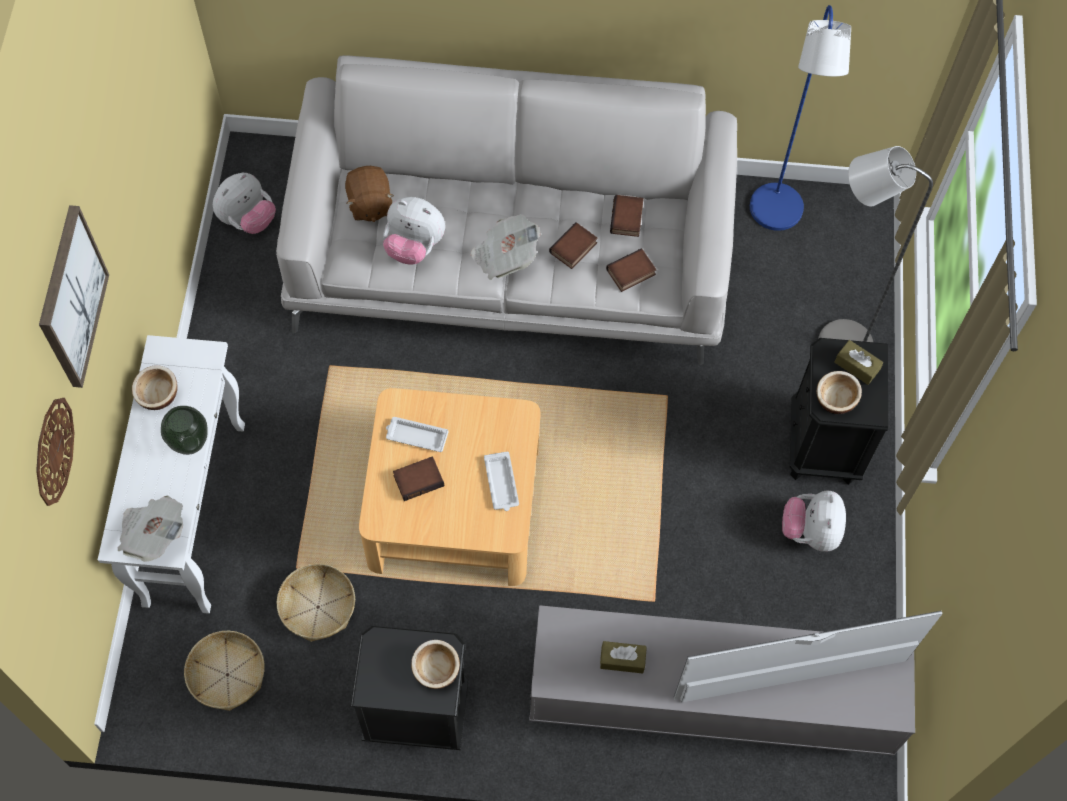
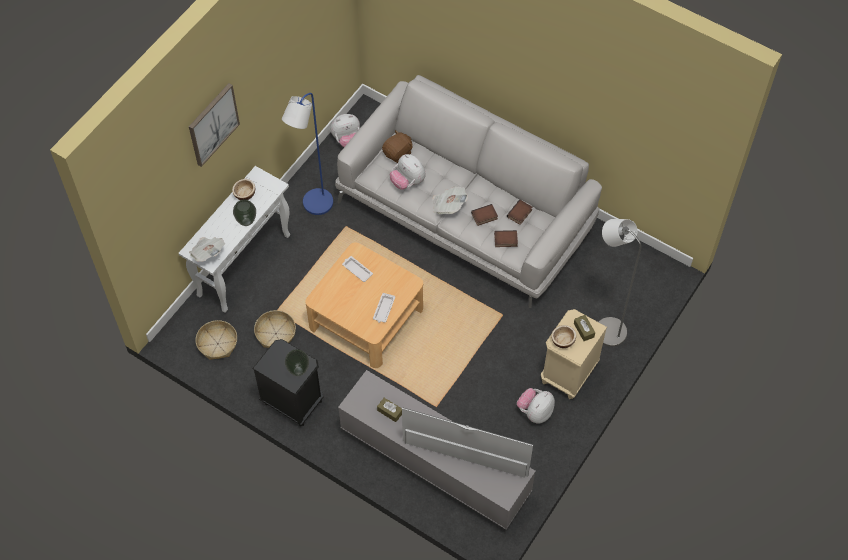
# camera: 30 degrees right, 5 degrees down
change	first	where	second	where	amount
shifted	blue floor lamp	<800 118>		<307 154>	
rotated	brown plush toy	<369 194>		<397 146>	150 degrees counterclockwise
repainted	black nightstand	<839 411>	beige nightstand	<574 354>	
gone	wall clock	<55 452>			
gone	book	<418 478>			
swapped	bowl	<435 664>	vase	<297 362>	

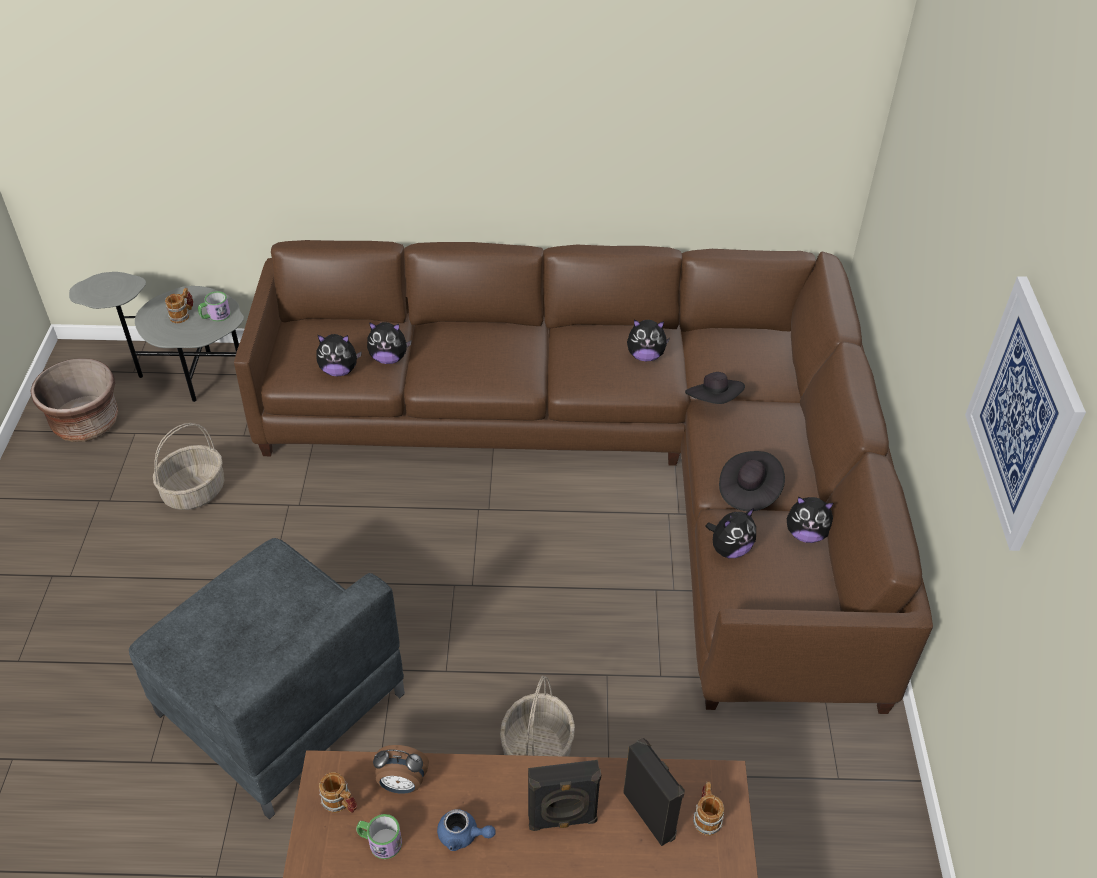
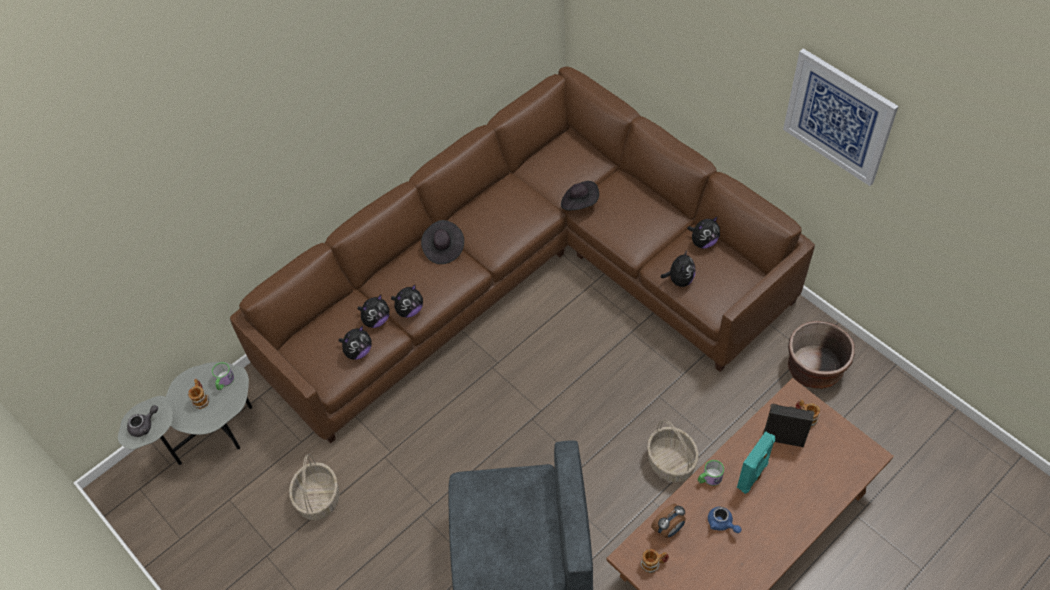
# camera: 40 degrees left, 10 degrees up
change	first	where	second	where	amount
shifted	plush toy	<648 340>		<407 301>	
shifted	brown planter	<74 400>		<821 355>	
shifted	black hat	<752 481>		<442 242>	
repainted	black speaker	<564 795>	turquoise speaker	<756 462>	
rotated	blue teapot	<466 830>		<725 520>	75 degrees clockwise
shifted	mug	<379 836>		<711 473>	
new			grey teapot	<142 421>	

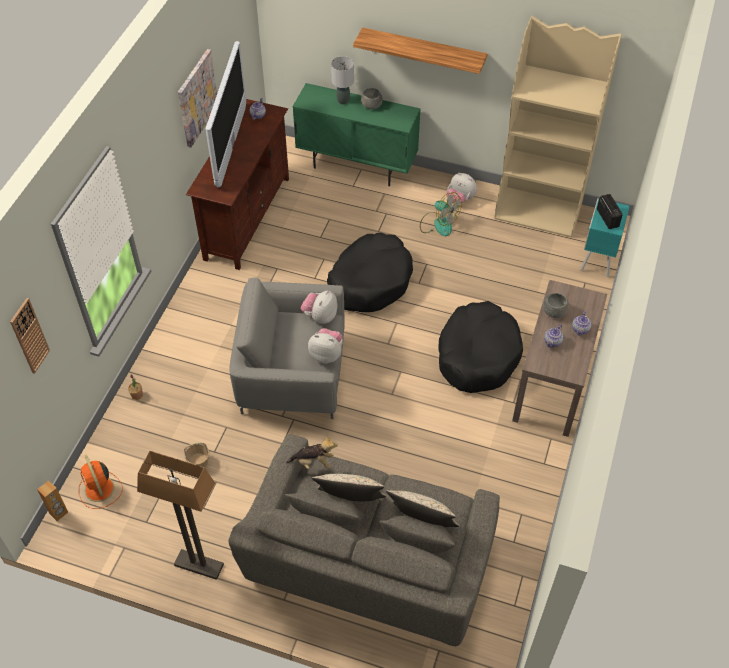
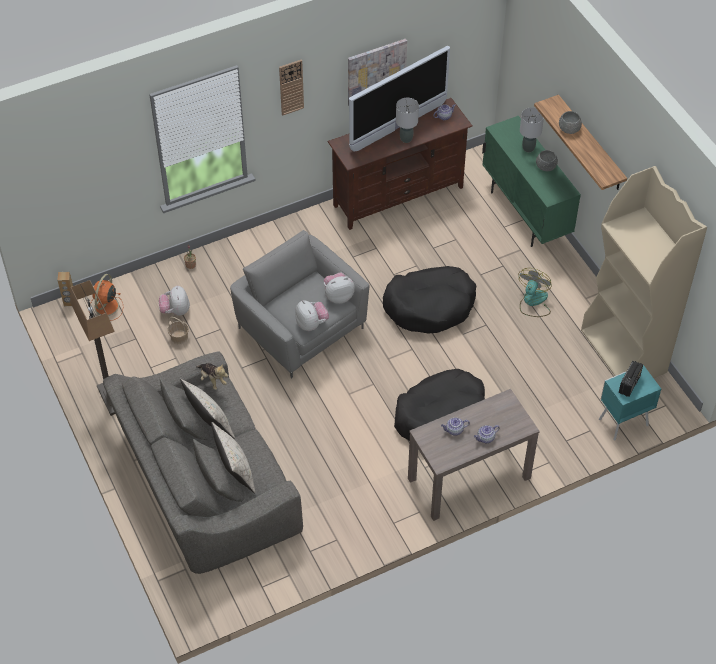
# camera: 45 degrees right, 0 degrees up
change	first	where	second	where	amount
shifted	plush toy	<461 188>		<174 301>	
rotated	fan	<441 214>		<535 292>	150 degrees counterclockwise
shifted	grey bowl	<556 305>		<570 122>	
shifted	wall clock	<30 336>		<291 88>	
new			grey table lamp	<407 120>	

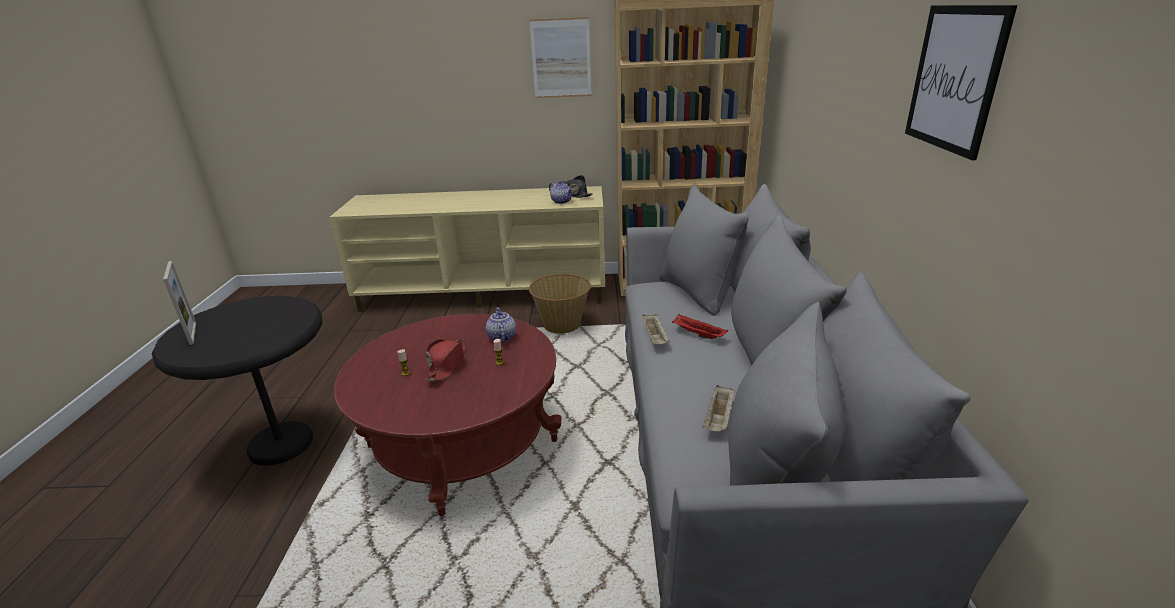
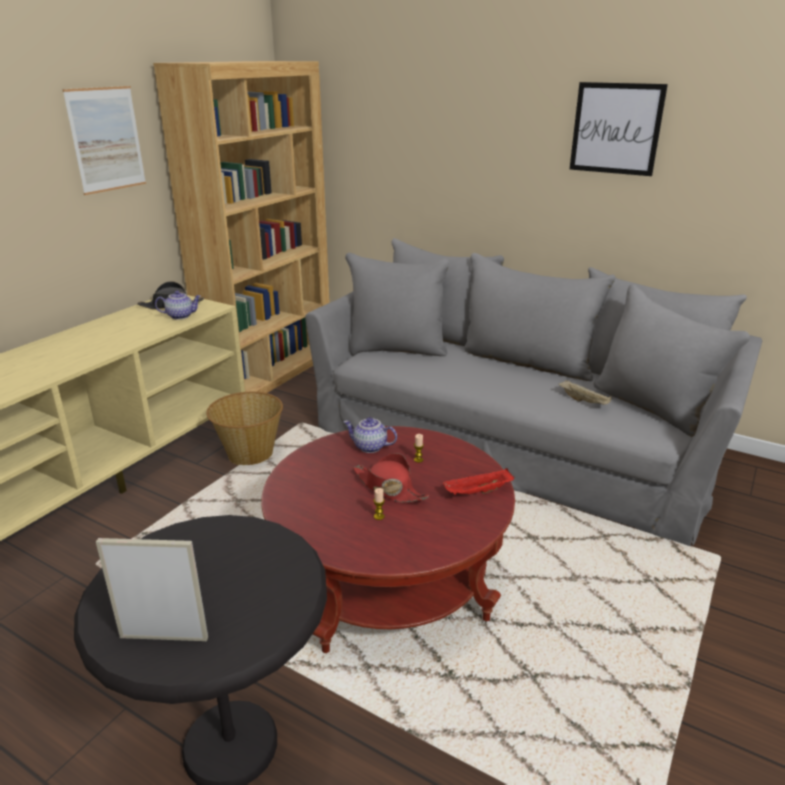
# camera: 60 degrees left, 0 degrees up
change	first	where	second	where	amount
gone	beige tray	<656 329>			
shifted	red tray	<700 326>		<478 481>	

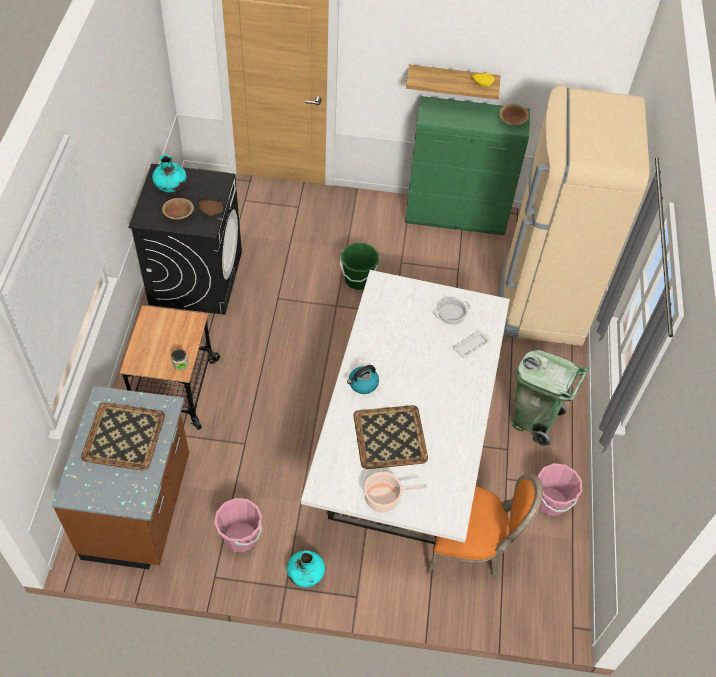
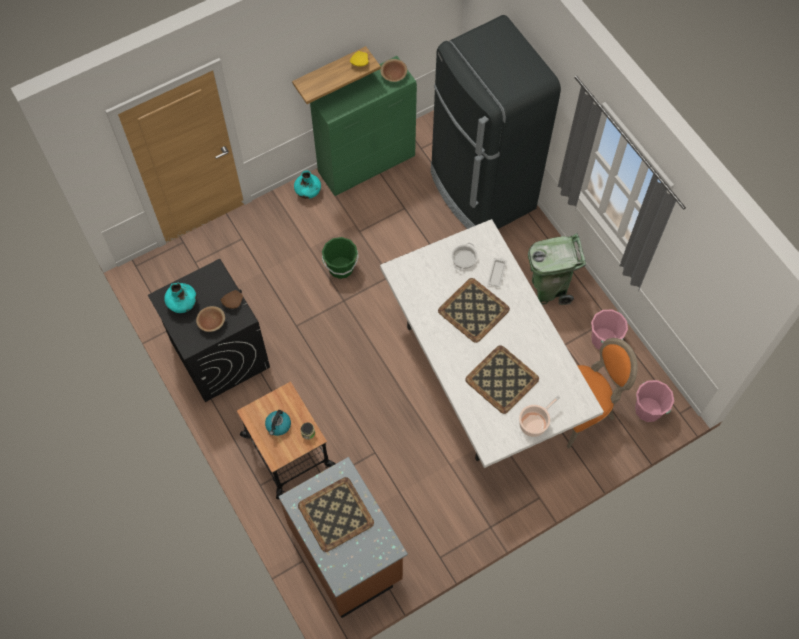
# camera: 35 degrees left, 10 degrees up
change	first	where	second	where	amount
repainted	beige fridge	<574 216>	black fridge	<496 122>	
shifted	kettle	<363 379>		<278 423>	
shifted	pink bucket	<238 525>		<654 401>	
shifted	turquoise vase	<306 568>		<307 184>	
new			tray	<474 310>	

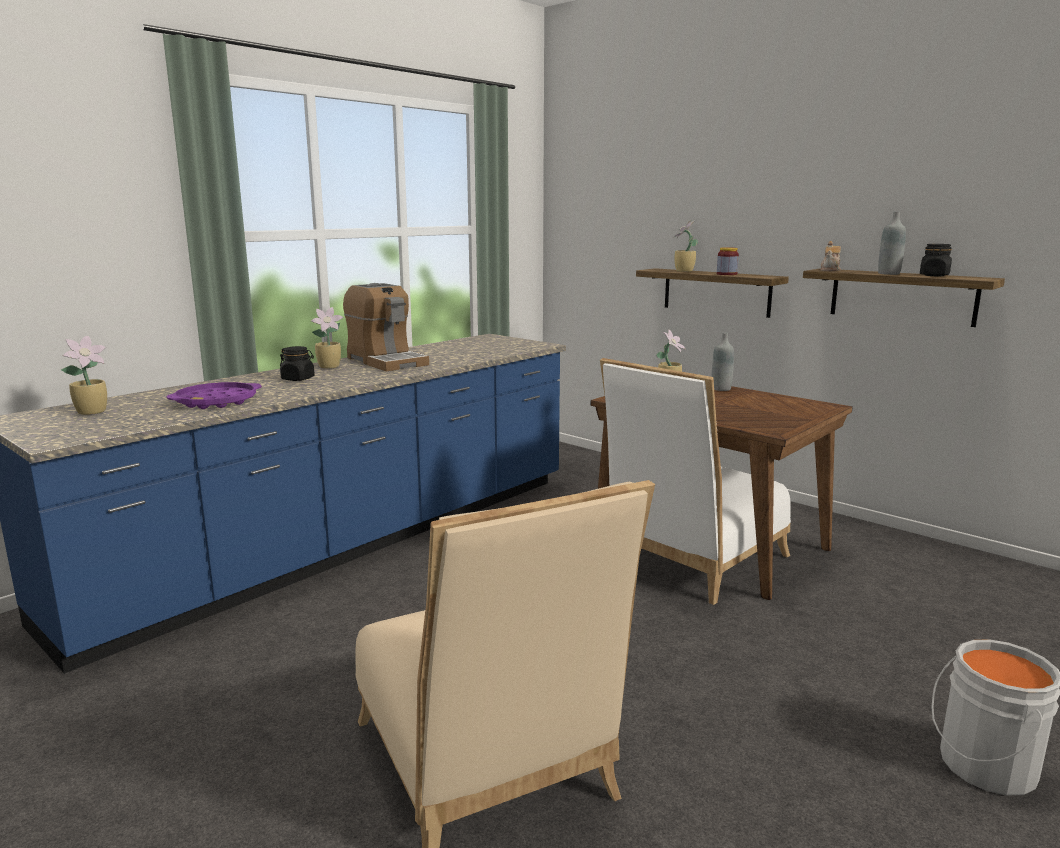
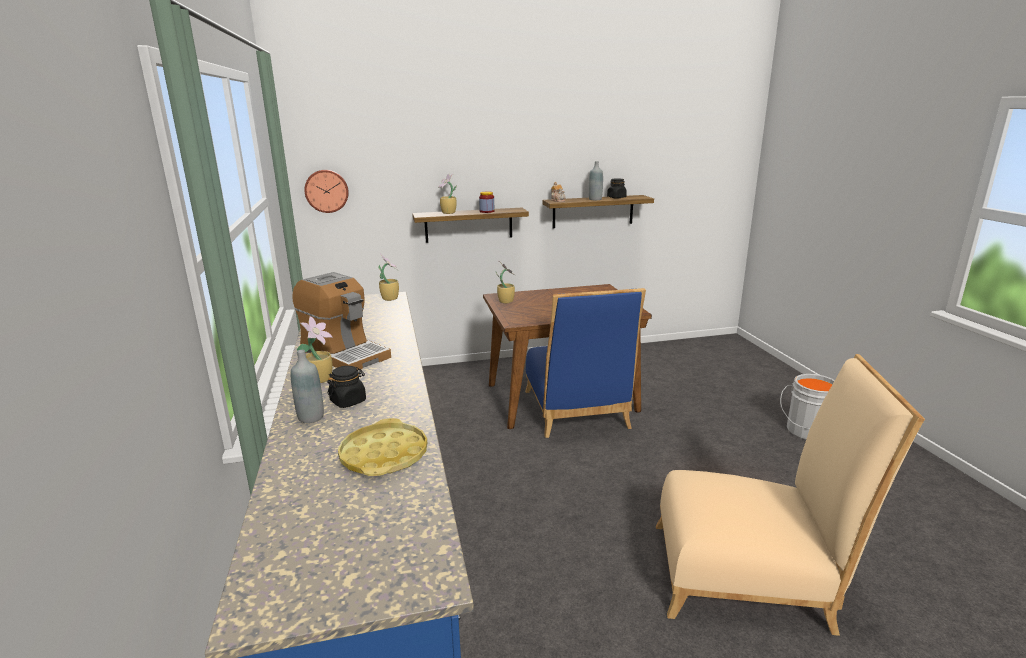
# camera: 55 degrees left, 5 degrees up
change	first	where	second	where	amount
rotated	coffee machine	<386 327>		<341 321>	45 degrees clockwise
shifted	grey bottle	<723 362>		<307 386>	
shifted	potted plant	<84 375>		<388 277>	
repainted	white chair	<695 481>	blue chair	<585 363>	
repainted	purple tray	<214 395>	yellow tray	<382 447>	
new			wall clock	<326 191>	

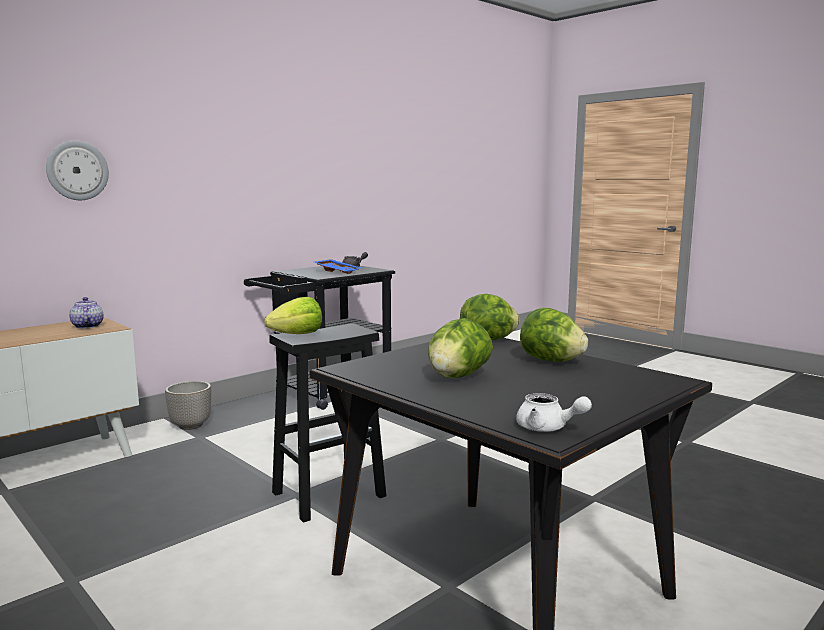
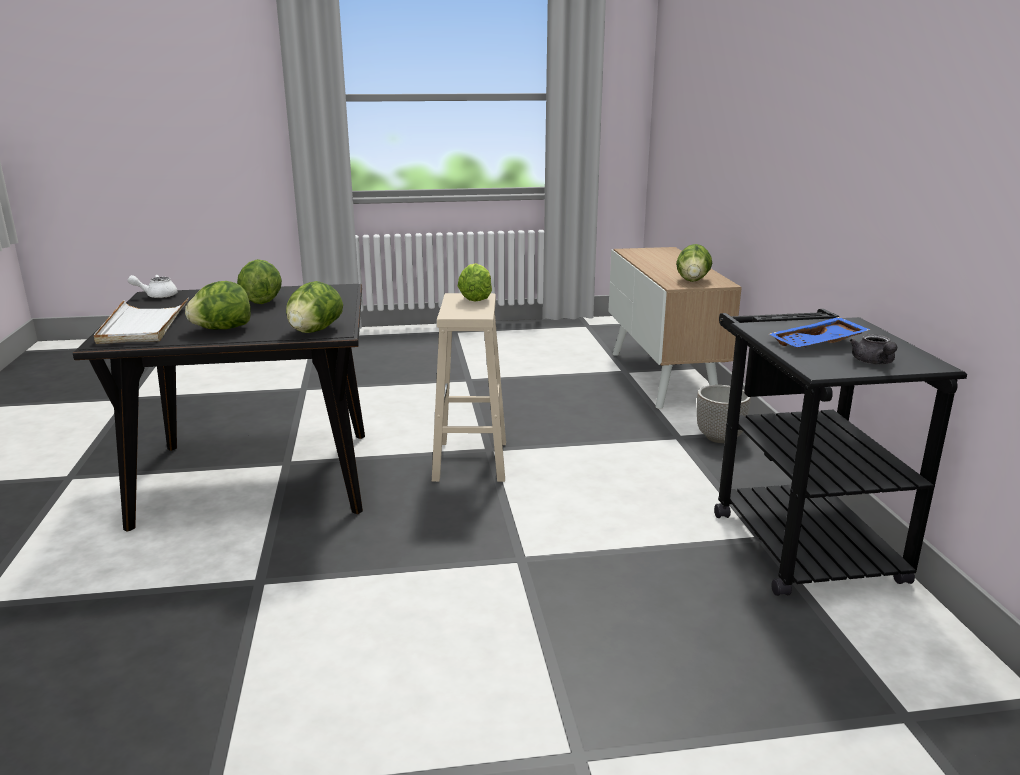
# camera: 125 degrees right, 10 degrees up
change	first	where	second	where	amount
gone	wall clock	<77 170>			
swapped	teapot	<86 313>	lettuce	<694 263>	
repainted	black stool	<327 423>	beige stool	<469 387>	
new			white tray	<141 321>	

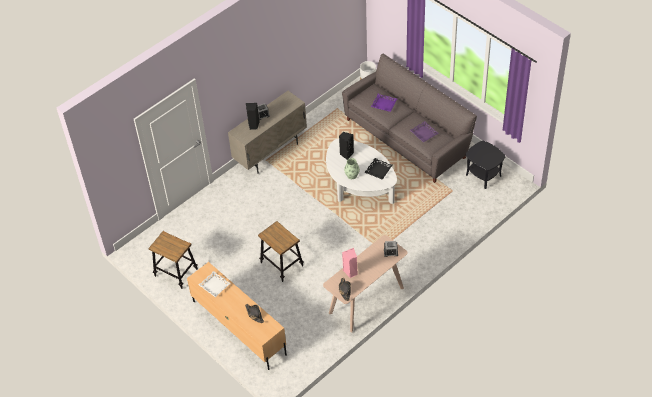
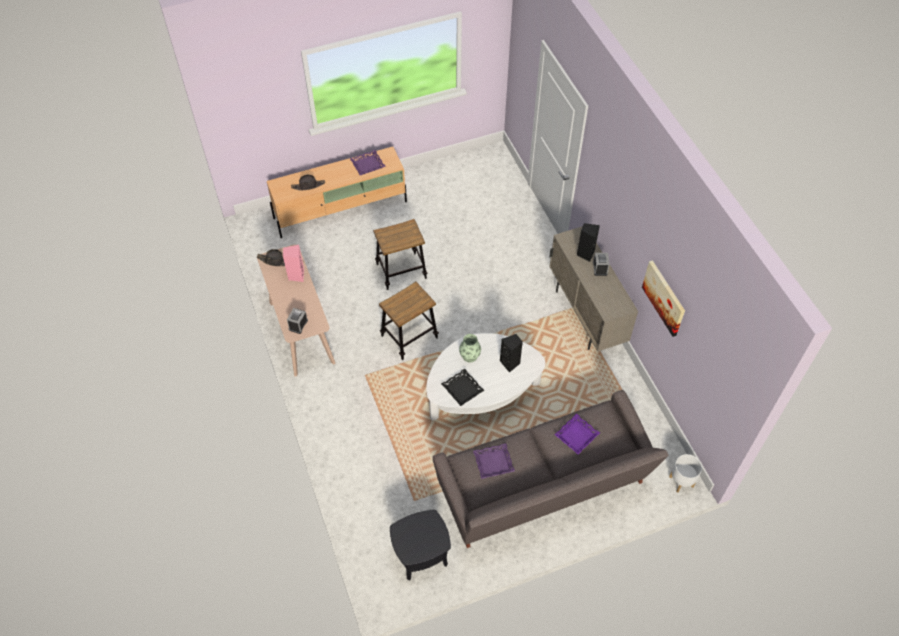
# camera: 110 degrees right, 5 degrees up
change	first	where	second	where	amount
shifted	stool	<173 260>		<409 321>	
repainted	white tray	<214 284>	purple tray	<368 162>	
new			picture	<663 298>	

